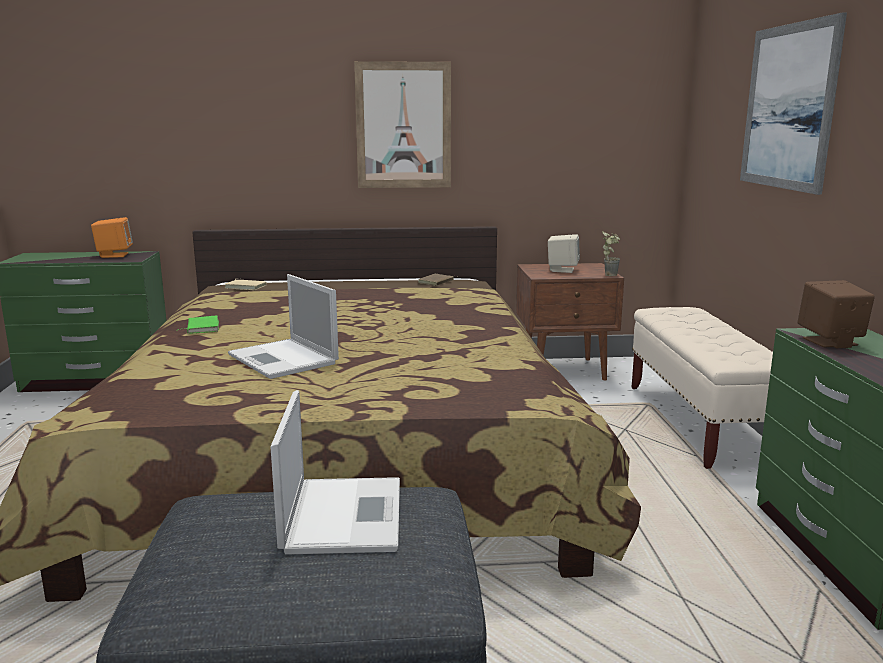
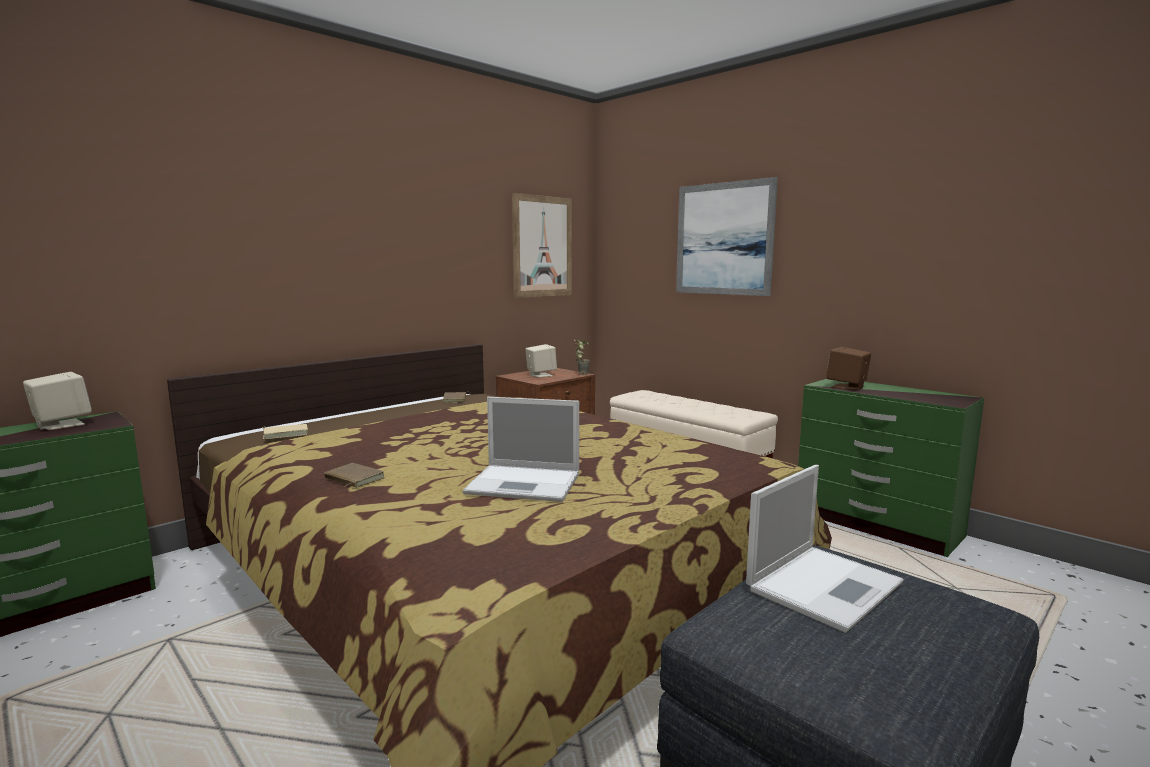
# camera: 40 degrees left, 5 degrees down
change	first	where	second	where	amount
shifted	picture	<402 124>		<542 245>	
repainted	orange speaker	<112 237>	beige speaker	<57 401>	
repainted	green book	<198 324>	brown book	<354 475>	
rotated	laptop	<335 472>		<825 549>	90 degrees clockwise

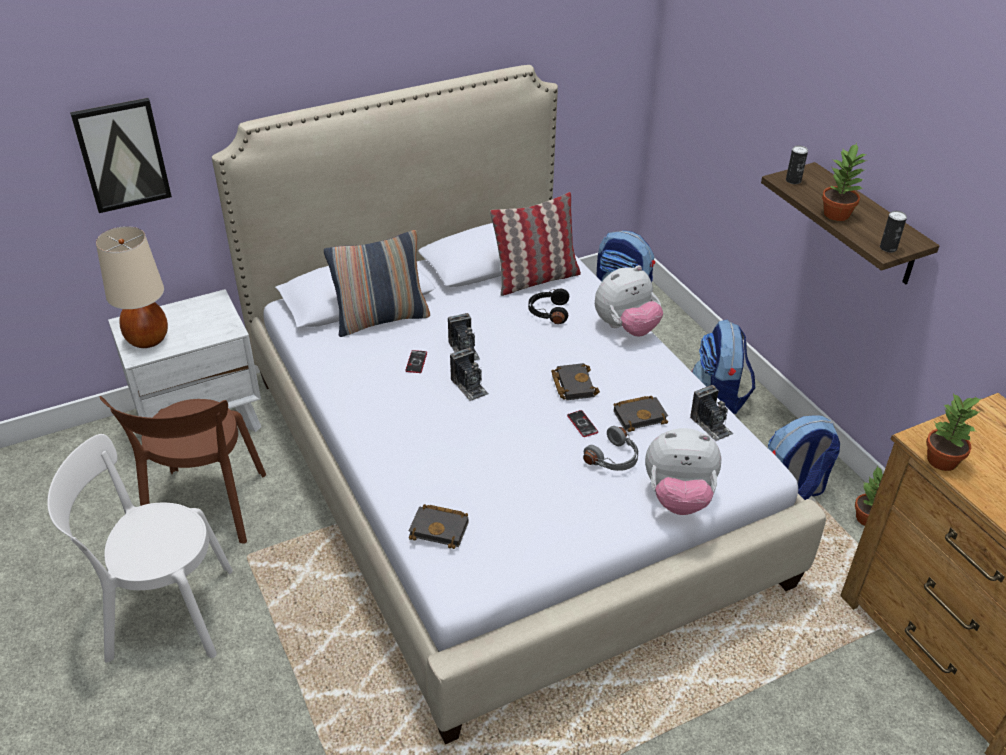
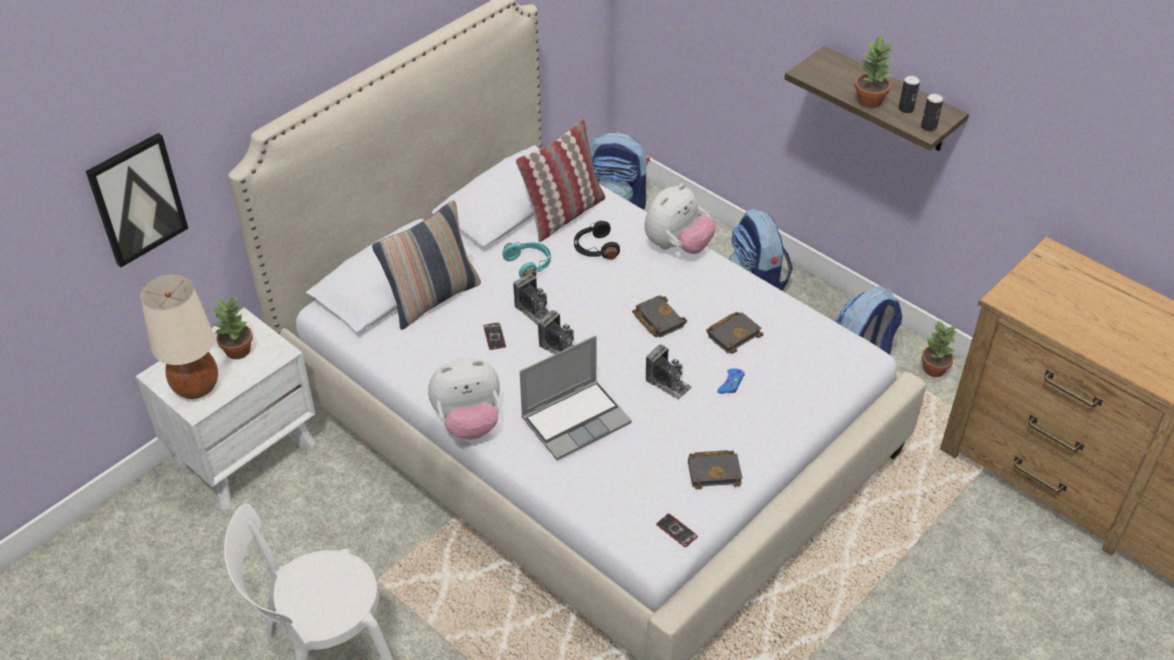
# camera: 20 degrees left, 5 degrees up
change	first	where	second	where	amount
shifted	can	<797 164>		<909 94>	
shifted	photo camera	<711 413>		<669 372>	
shifted	potted plant	<954 432>		<232 328>	
gone	brown chair	<183 470>			
shifted	phone	<582 423>		<677 530>	
swapped	grey headphones	<611 448>	blue game controller	<731 381>	
shifted	plush toy	<683 471>		<464 398>	
shifted	black book	<438 526>		<715 470>	
new			turquoise headphones	<526 260>	
new			laptop	<576 397>	

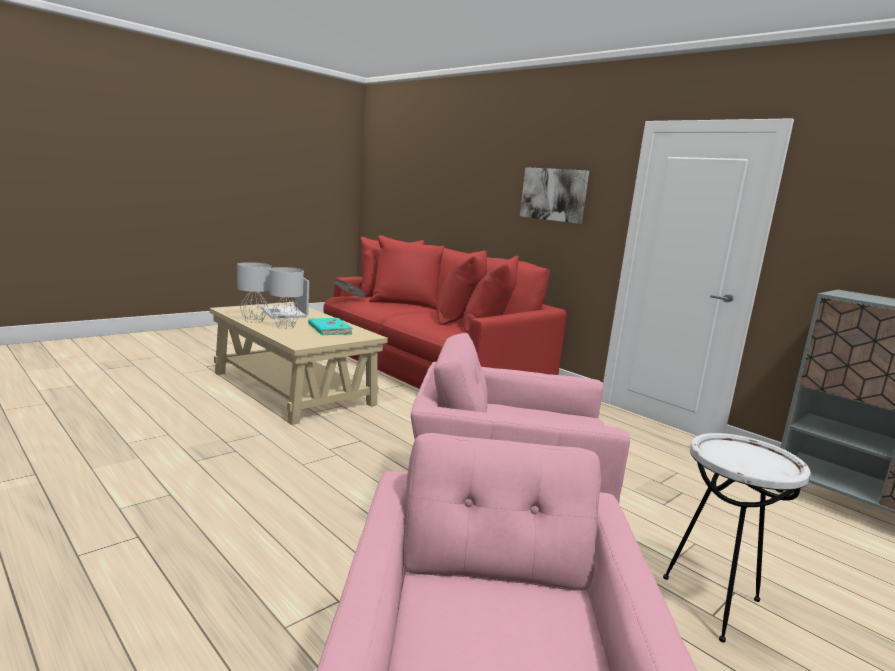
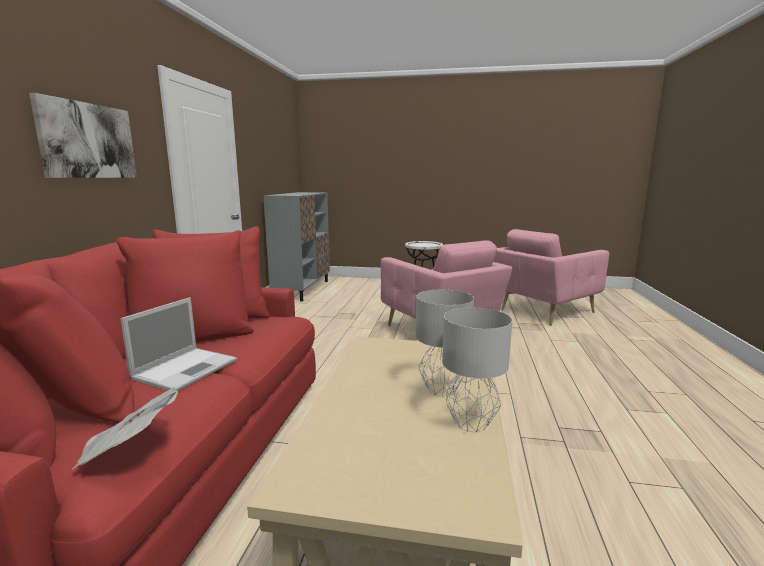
# camera: 125 degrees left, 0 degrees up
change	first	where	second	where	amount
shifted	laptop	<285 298>		<178 344>	
gone	turquoise book	<330 326>			

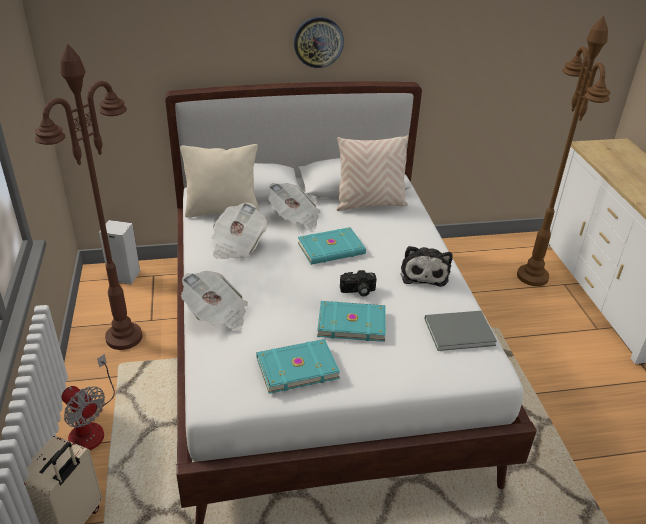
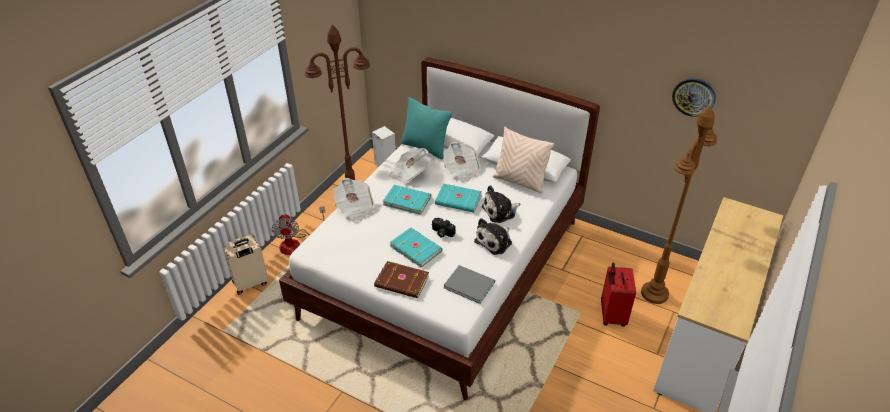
# camera: 40 degrees right, 5 degrees up
change	first	where	second	where	amount
shifted	wall clock	<319 42>		<694 97>	
repainted	beige pillow	<219 180>	turquoise pillow	<426 128>	
shifted	turquoise book	<298 366>		<407 200>	
new			plush toy	<500 204>	
new			brown book	<401 279>	
new			red suitcase	<618 294>	

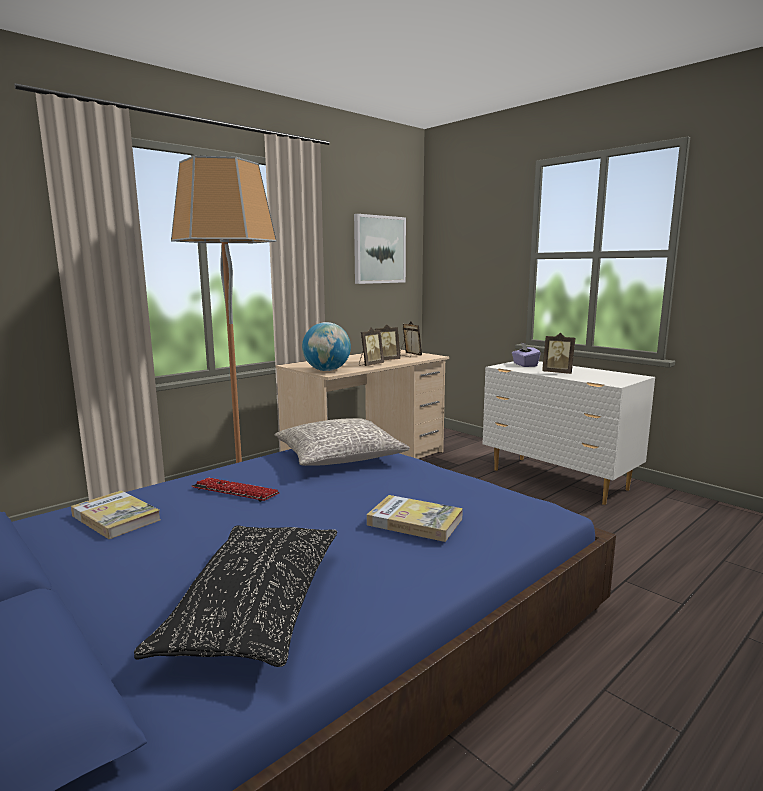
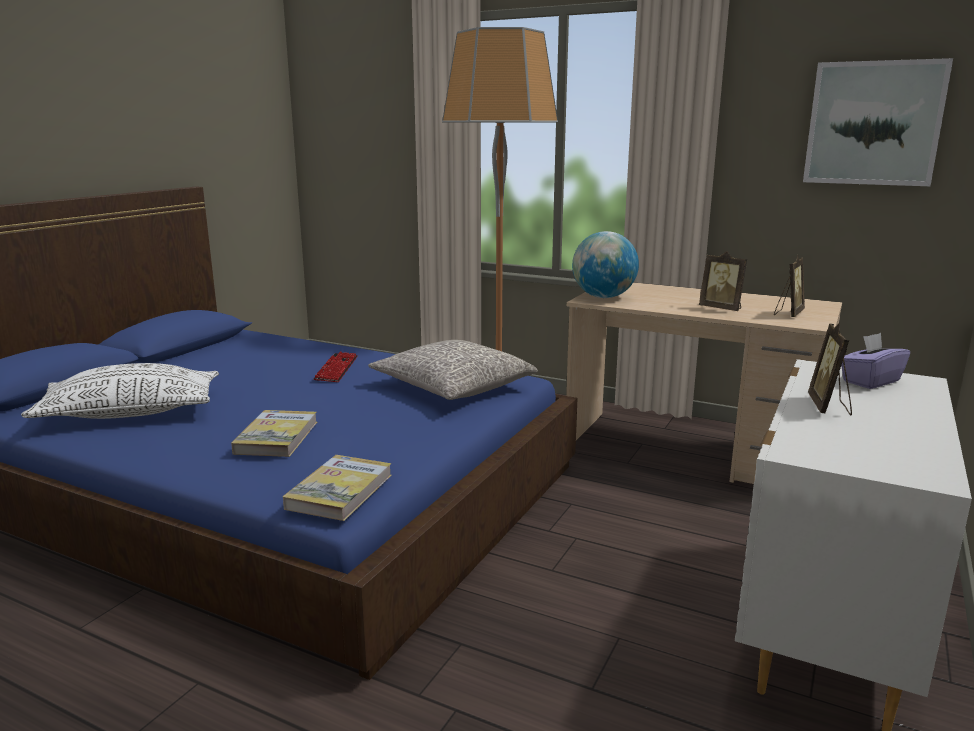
# camera: 70 degrees right, 5 degrees up
change	first	where	second	where	amount
gone	picture frame	<371 347>			
shifted	book	<116 515>		<337 488>	
repainted	black pillow	<235 596>	white pillow	<120 391>	

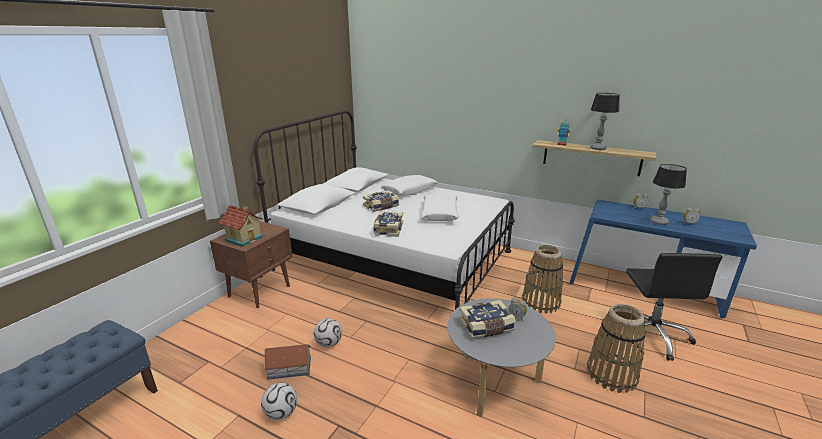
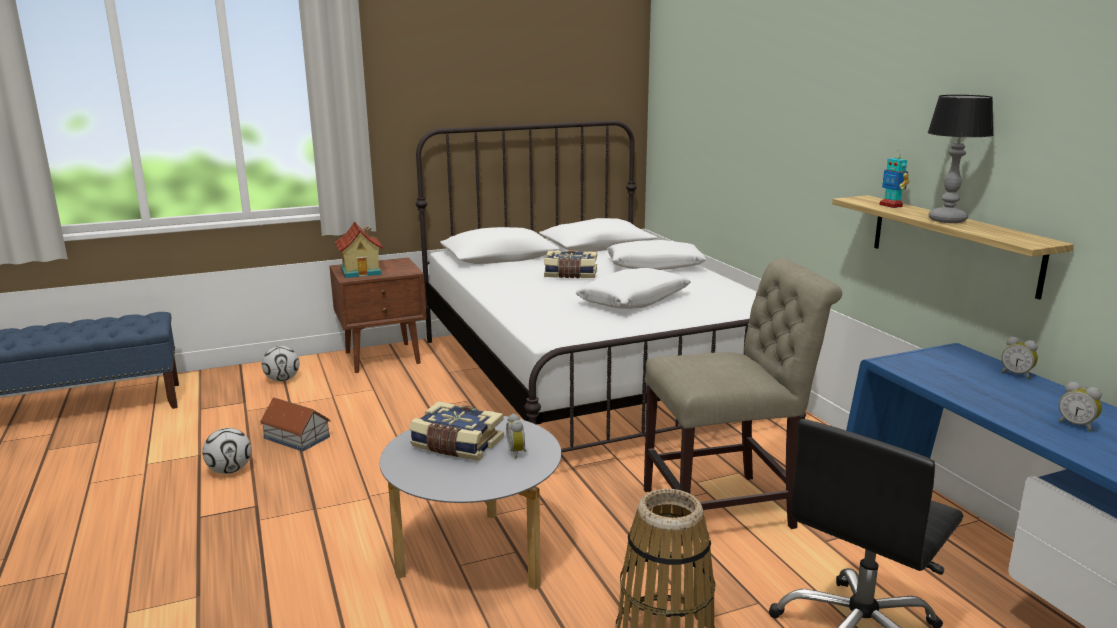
# camera: 40 degrees right, 5 degrees down
change	first	where	second	where	amount
gone	table lamp	<668 194>			
gone	book	<388 224>			
swapped	basket	<542 279>	beige chair	<743 402>	
shifted	football	<328 332>		<280 364>	

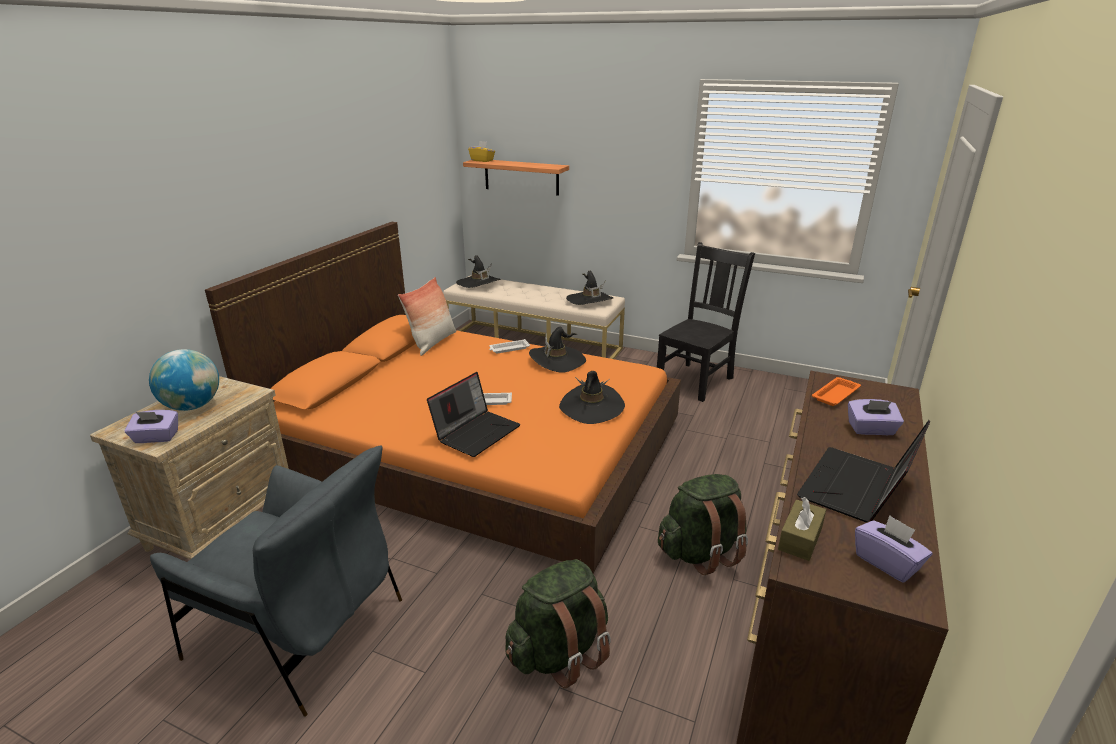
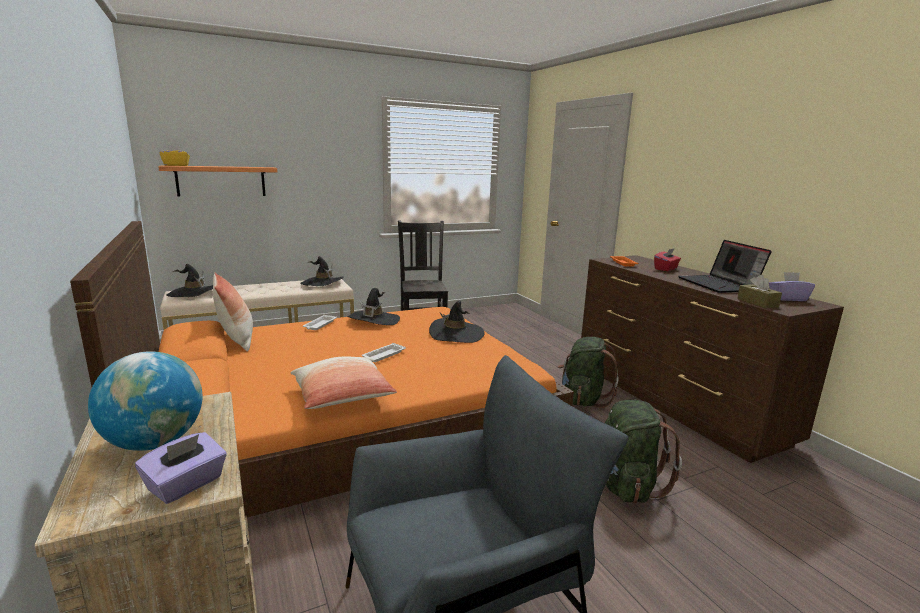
# camera: 50 degrees left, 10 degrees down
change	first	where	second	where	amount
gone	laptop	<473 414>			
repainted	purple tissue box	<876 417>	red tissue box	<667 259>	
new			pillow	<344 382>	

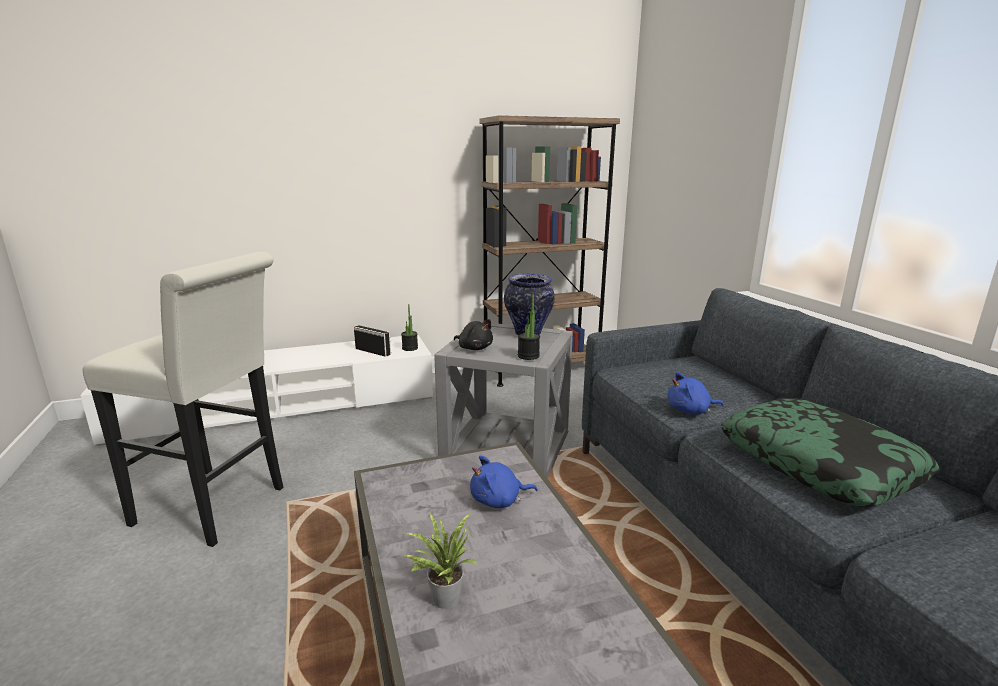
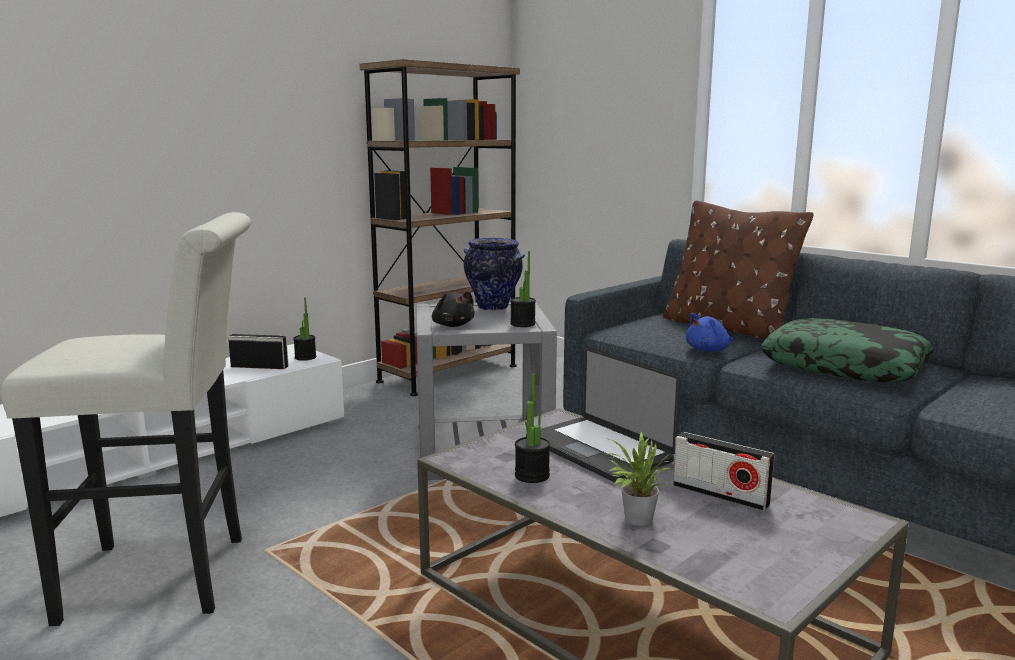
# camera: 25 degrees left, 5 degrees down
change	first	where	second	where	amount
rotated	black plush toy	<473 334>		<453 309>	45 degrees clockwise
swapped	blue plush toy	<504 481>	laptop	<603 414>	
new			brown pillow	<738 270>	
new			potted plant	<532 428>	
new			radio	<724 471>	

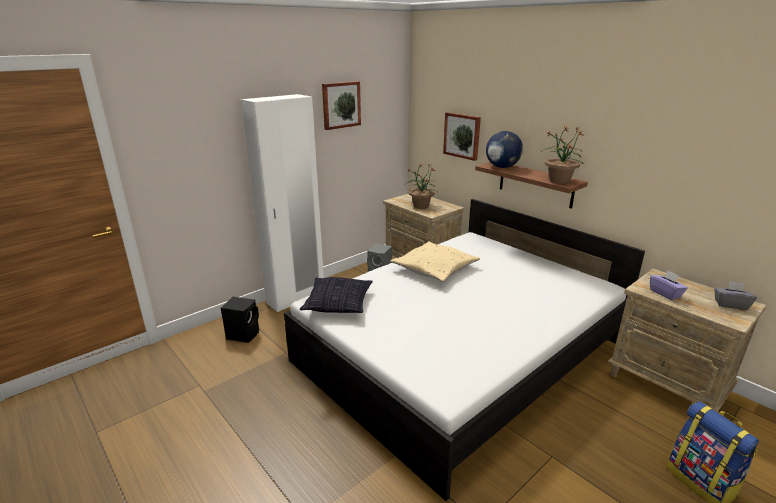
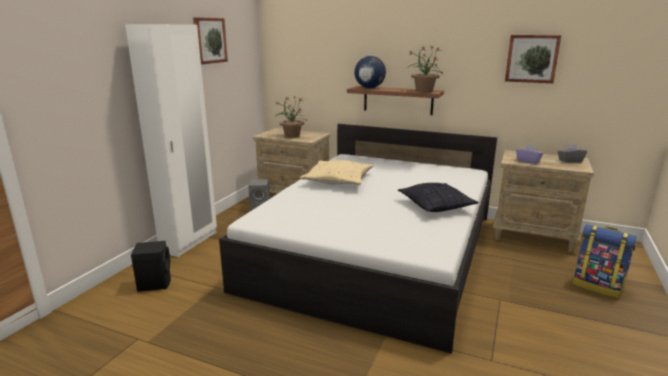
# camera: 25 degrees left, 5 degrees down
change	first	where	second	where	amount
shifted	picture	<462 136>		<533 59>	
shifted	pillow	<336 295>		<438 197>	

